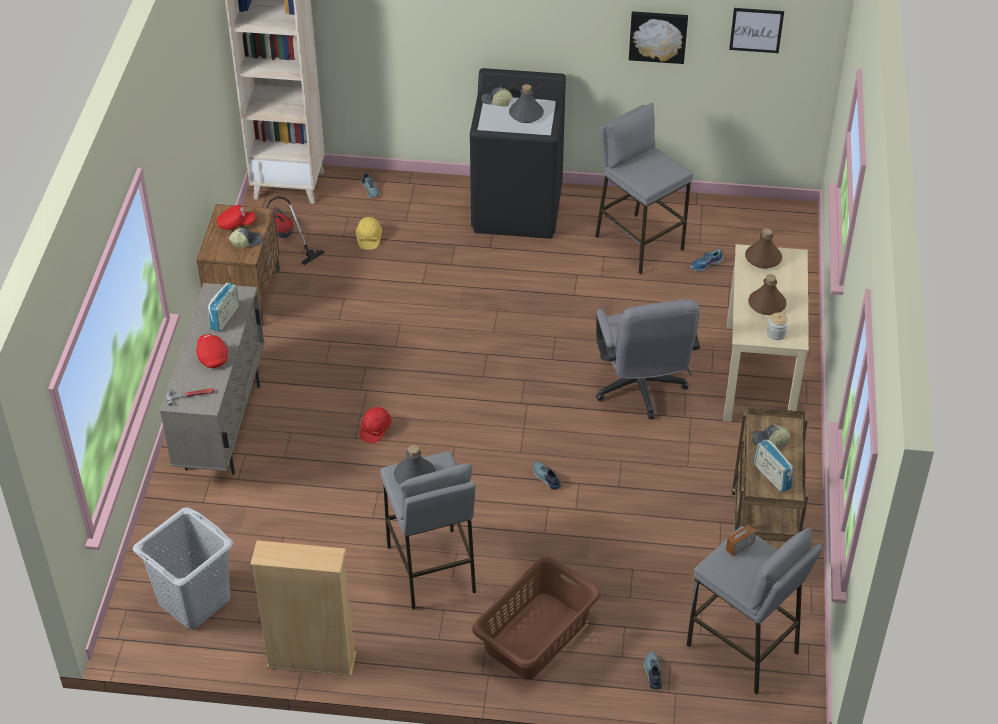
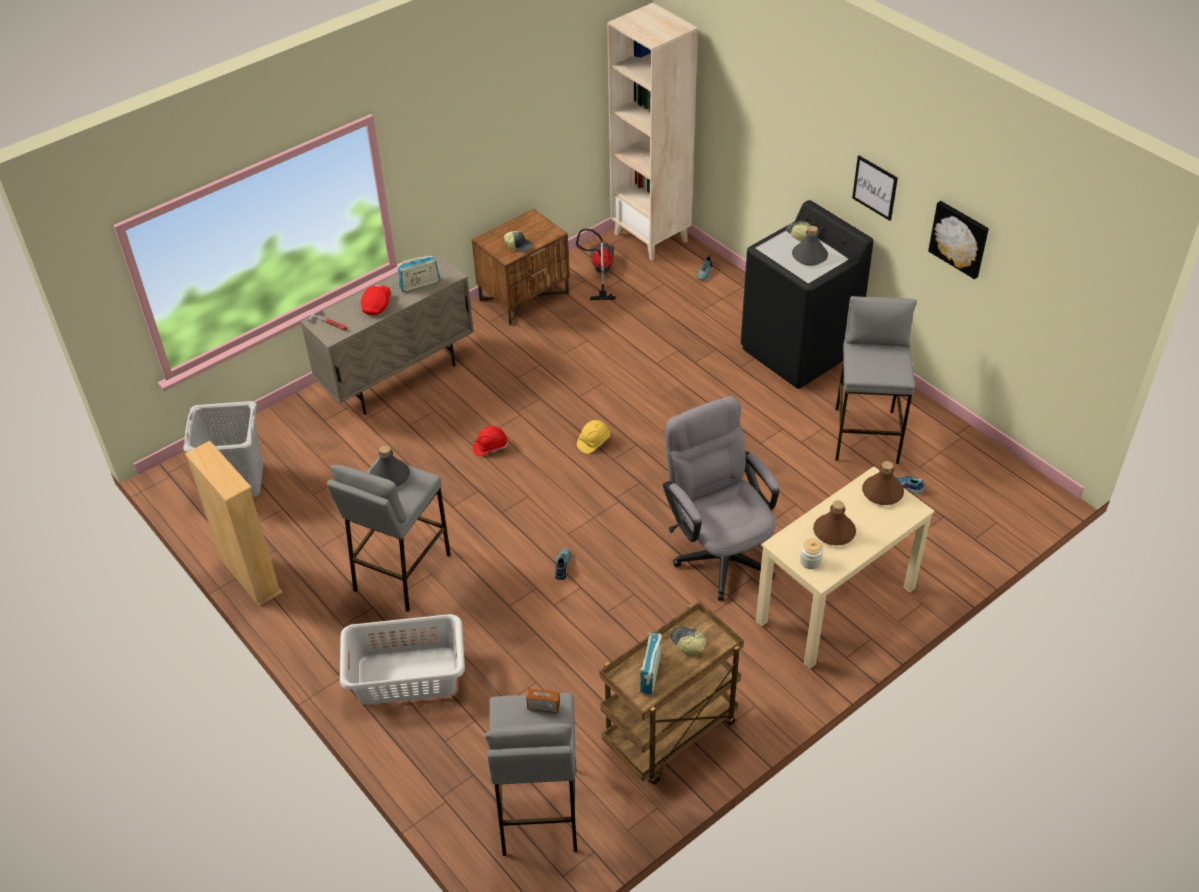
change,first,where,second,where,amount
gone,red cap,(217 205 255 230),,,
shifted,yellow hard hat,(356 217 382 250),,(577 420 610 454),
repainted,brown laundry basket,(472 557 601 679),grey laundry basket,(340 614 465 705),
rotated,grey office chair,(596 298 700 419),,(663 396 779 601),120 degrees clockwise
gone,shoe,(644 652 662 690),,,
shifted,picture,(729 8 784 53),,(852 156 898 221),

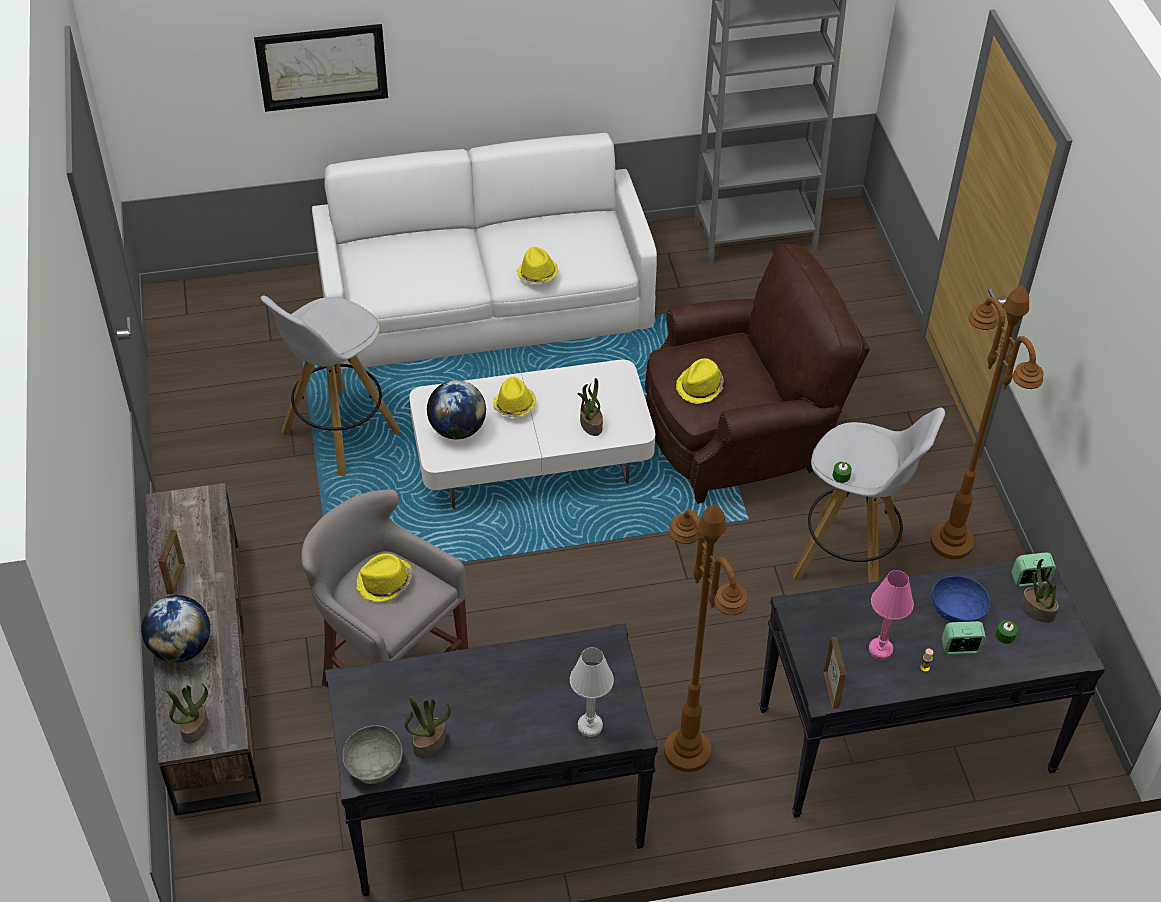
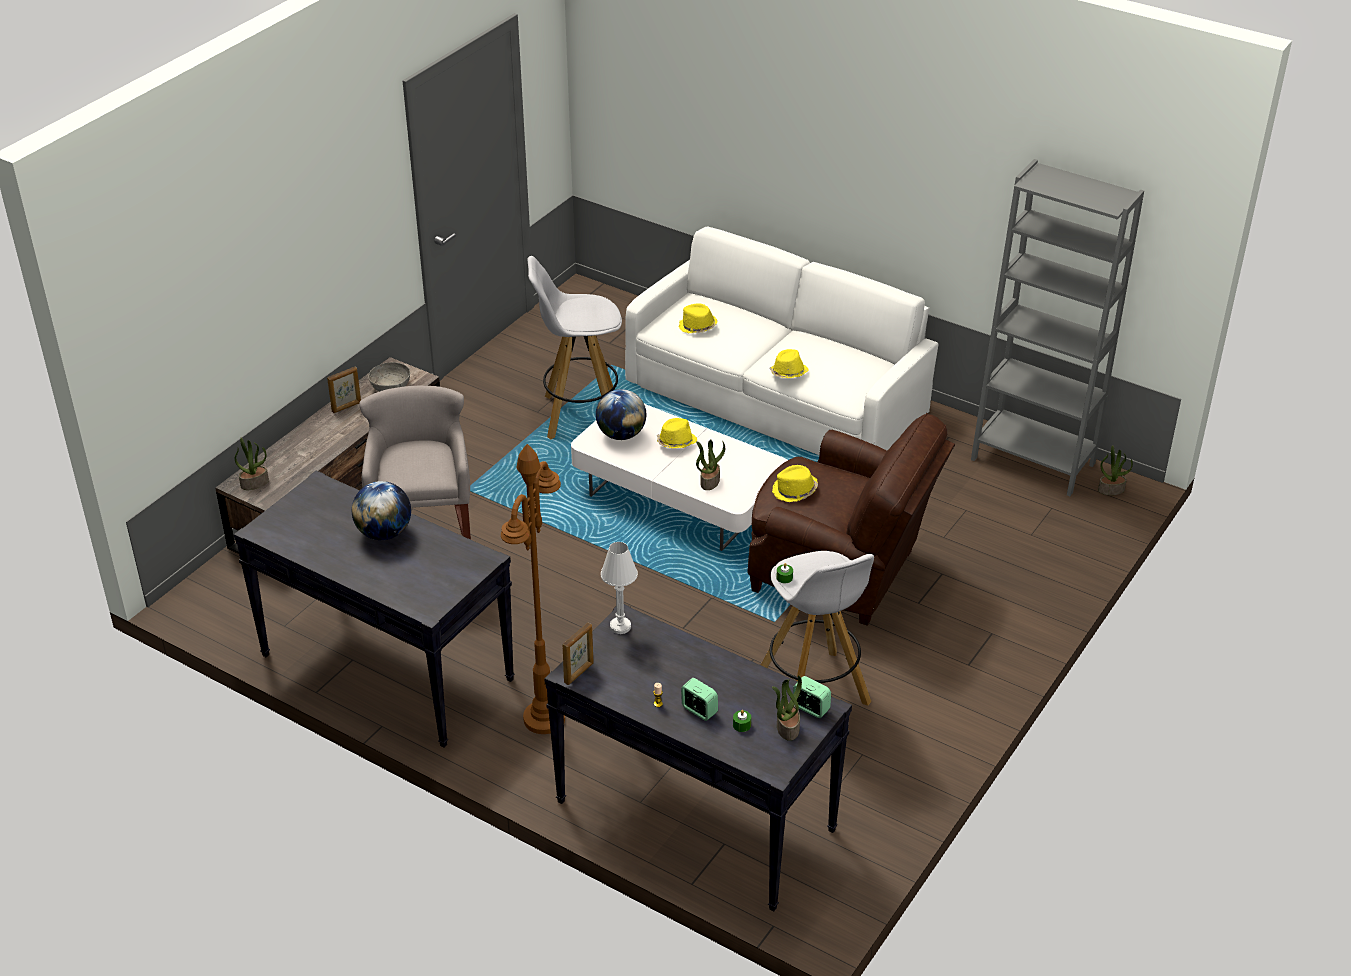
change,first,where,second,where,amount
shifted,globe,(142 595 210 663),,(352 481 411 540),
gone,picture,(254 24 388 112),,,
shifted,grey bowl,(343 725 403 784),,(368 362 410 391),
shifted,yellow hat,(356 554 412 602),,(679 304 718 333),
shifted,potted plant,(405 696 451 758),,(1098 445 1133 495),
shifted,white table lamp,(570 647 614 737),,(601 542 638 634),
gone,pink table lamp,(869 570 914 660),,,
gone,brown floor lamp,(930 285 1044 559),,,
gone,blue bowl,(932 576 990 622),,,

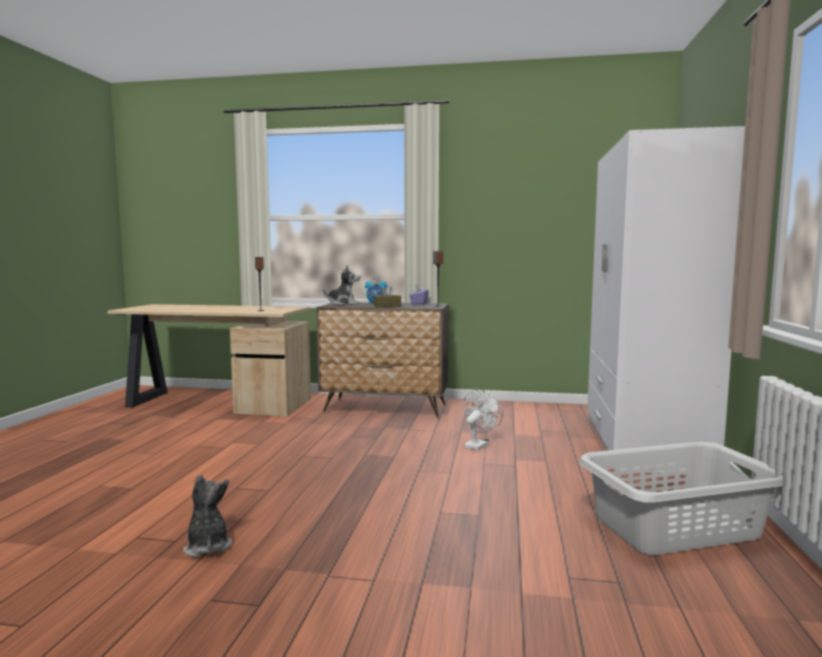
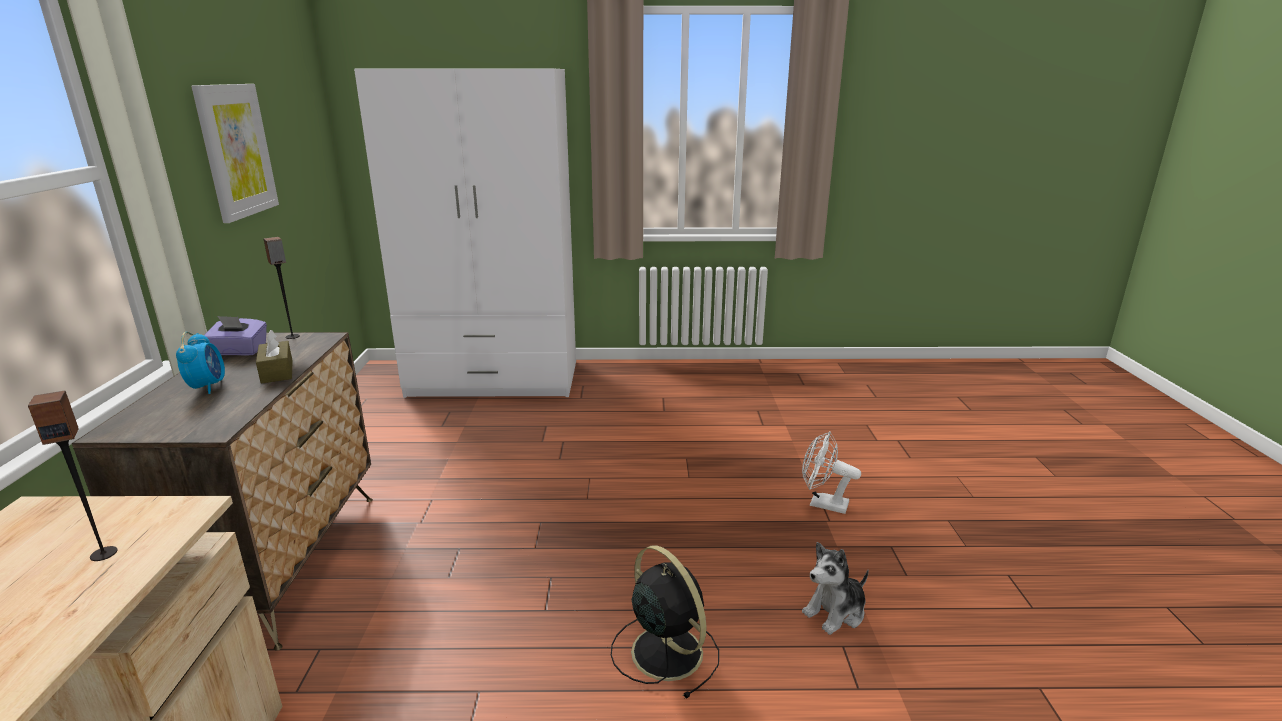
change,first,where,second,where,amount
gone,plush toy,(323 265 360 305),,,
shifted,white fan,(463 390 502 450),,(802 431 861 514),
gone,grey laundry basket,(579 442 784 555),,,
new,,,picture,(191 84 279 223),
new,,,black fan,(611 545 719 698),

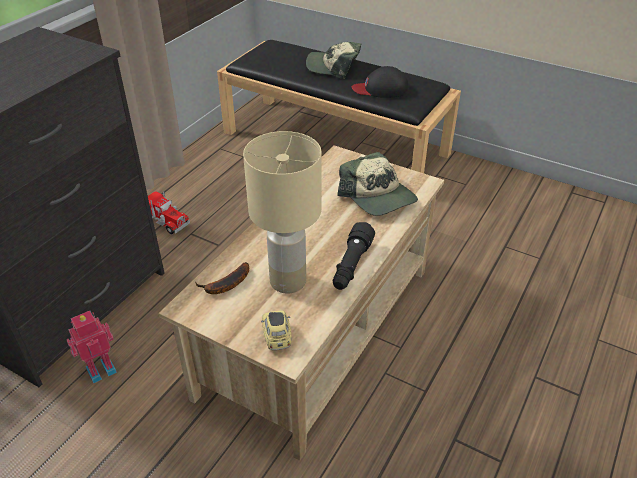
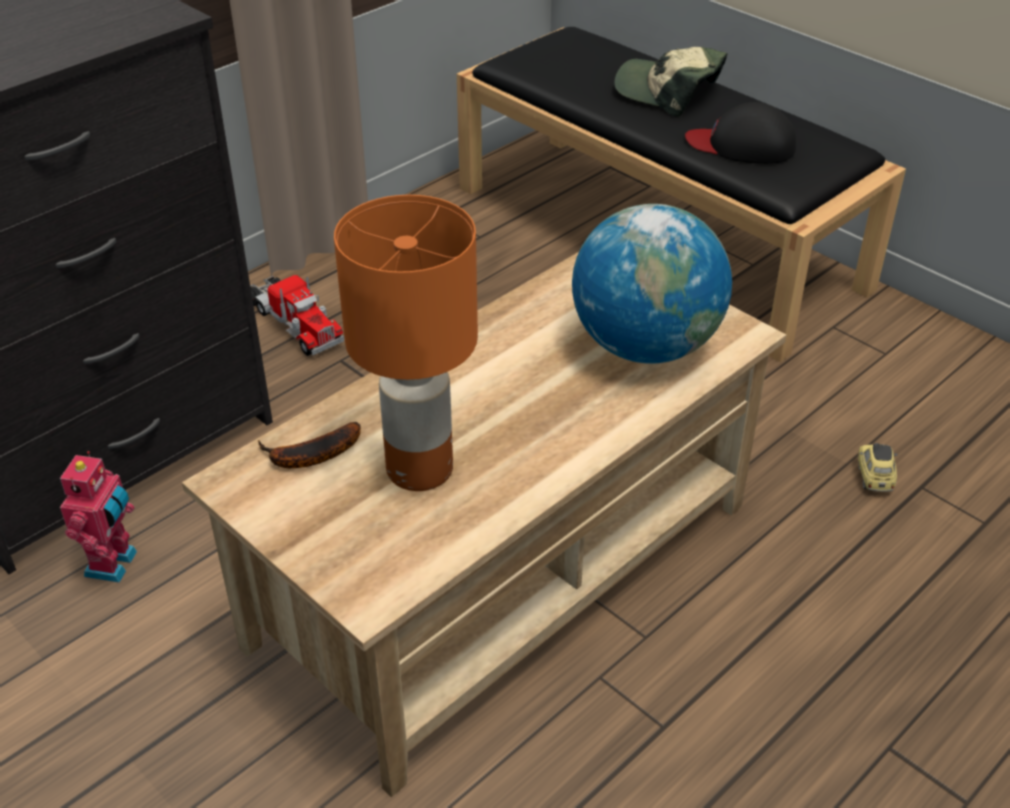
change,first,where,second,where,amount
rotated,toy robot,(67 311 117 384),,(60 451 137 583),120 degrees clockwise
repainted,beige table lamp,(243 131 322 294),orange table lamp,(334 195 478 491),
shifted,toy car,(261 311 292 350),,(858 443 898 492),
gone,black flashlight,(333 222 375 290),,,
swapped,cap,(337 152 418 216),globe,(572 204 732 364),

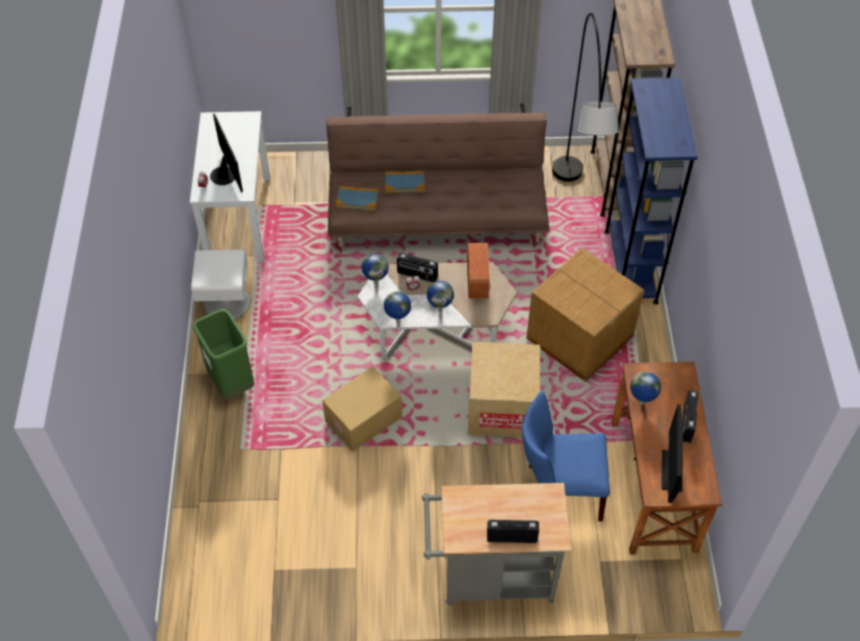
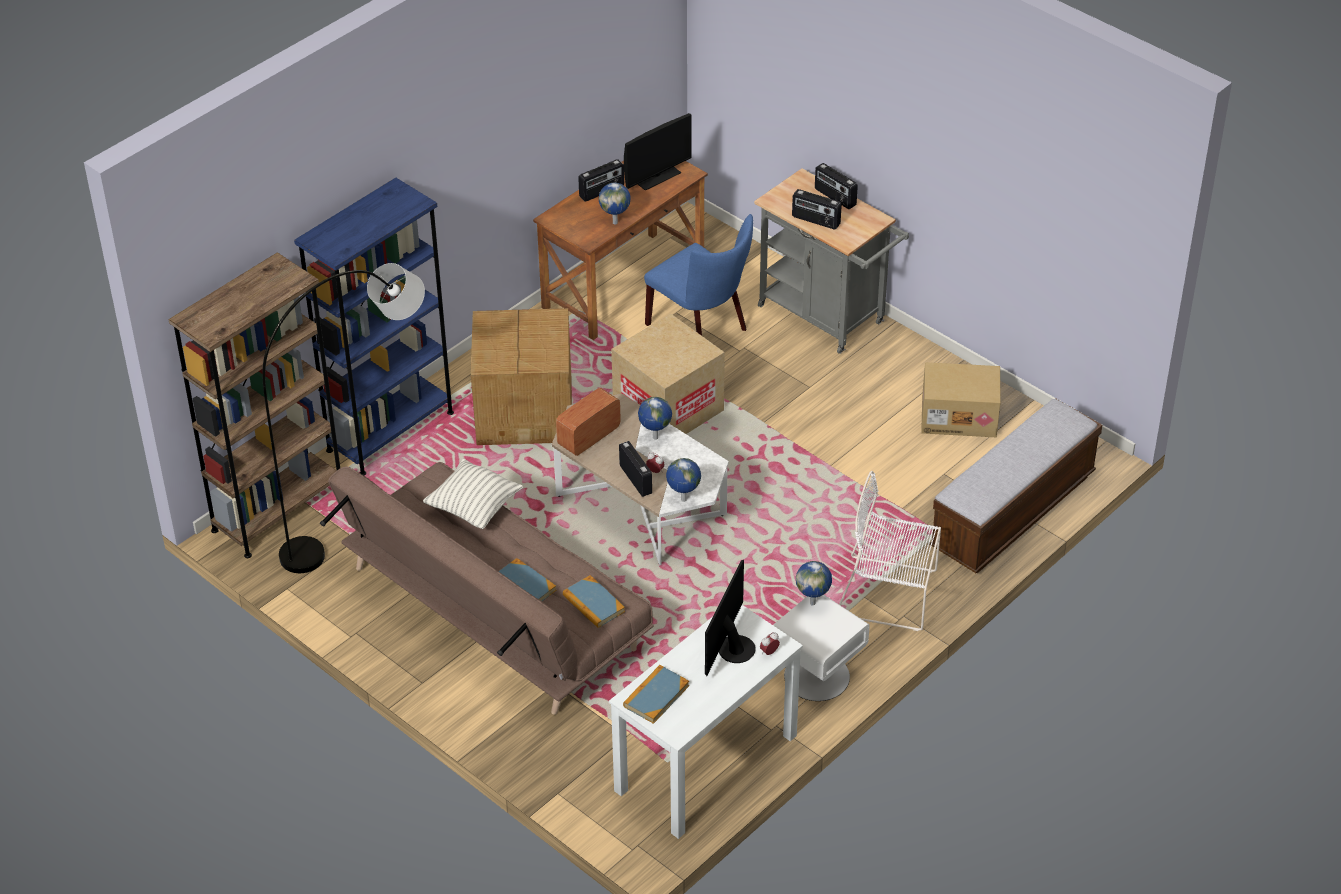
change,first,where,second,where,amount
swapped,green trash can,(193 309 254 399),white chair,(839 471 941 631),
shifted,cardboard box,(322 366 402 452),,(921 362 1001 437),
shifted,globe,(384 291 411 323),,(796 561 832 605),
new,,,pillow,(423 459 523 529),
new,,,book,(623 665 689 724),
new,,,radio,(792 189 842 230),
new,,,bench,(930 399 1102 573),

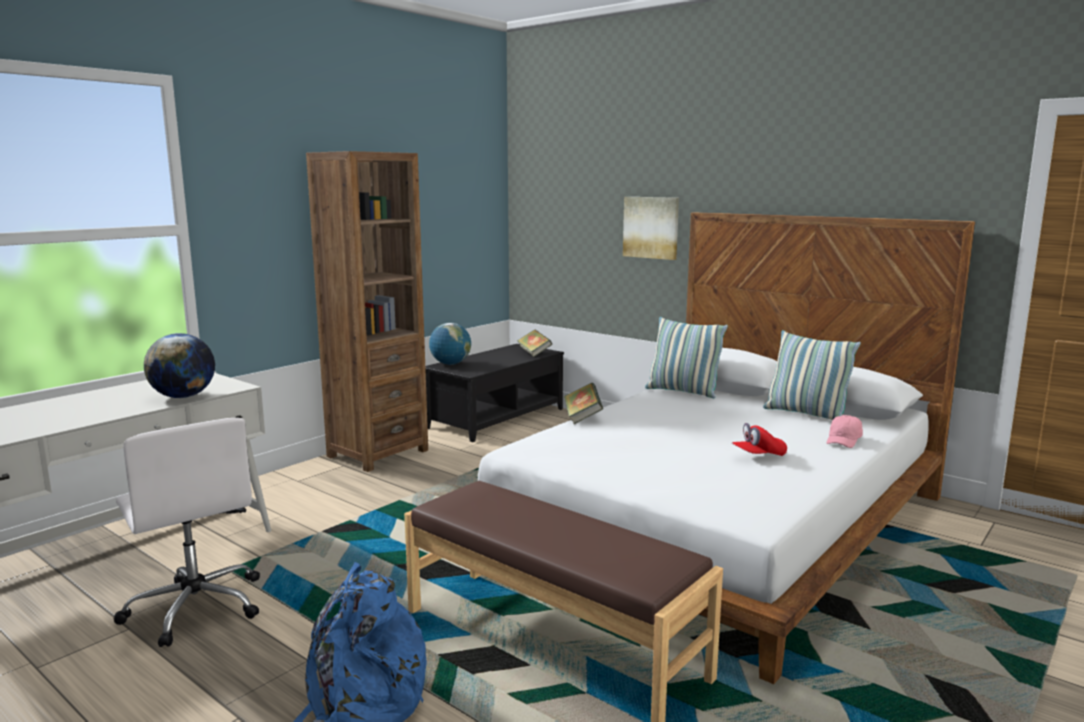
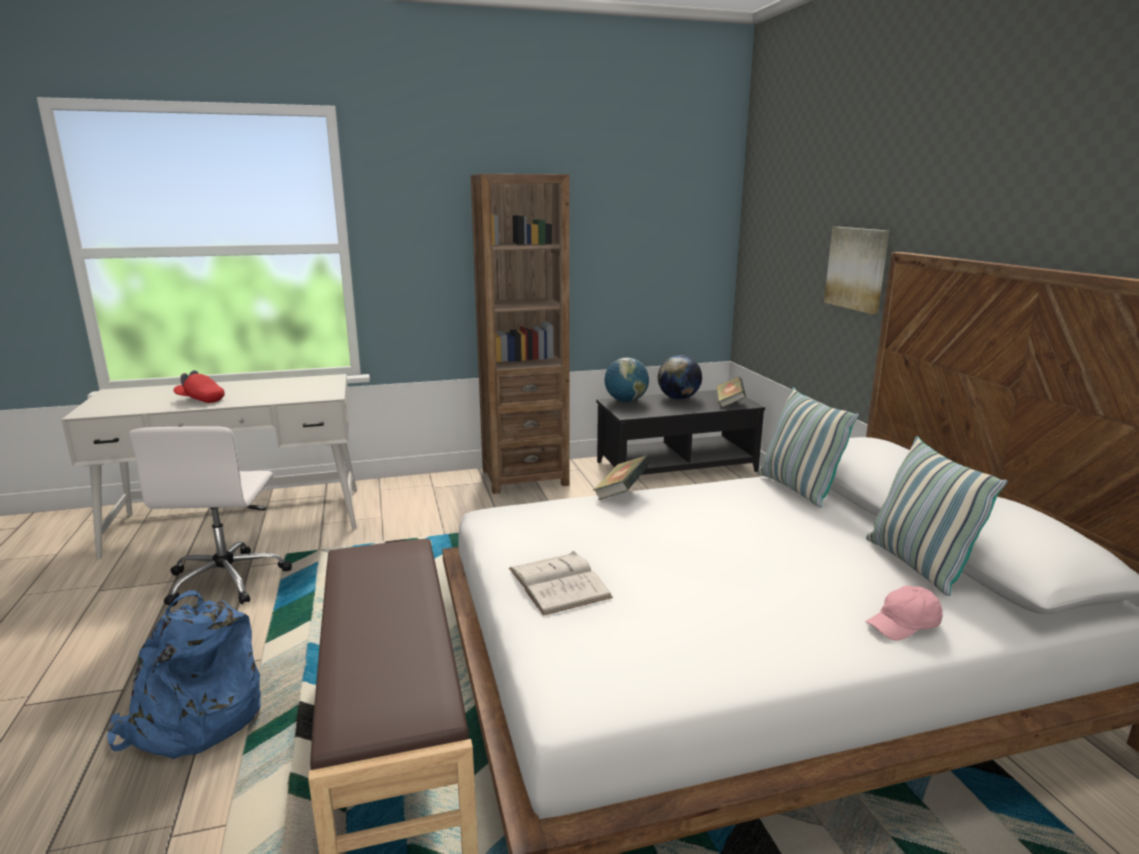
change,first,where,second,where,amount
shifted,globe,(144 333 215 398),,(658 355 702 399),
shifted,red cap,(732 423 787 456),,(173 370 225 403),
new,,,white book,(509 551 613 616),

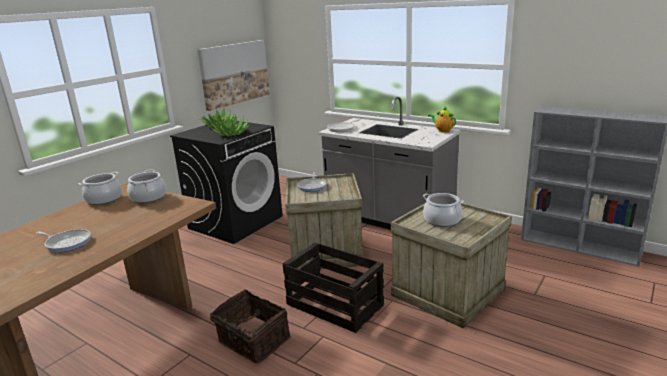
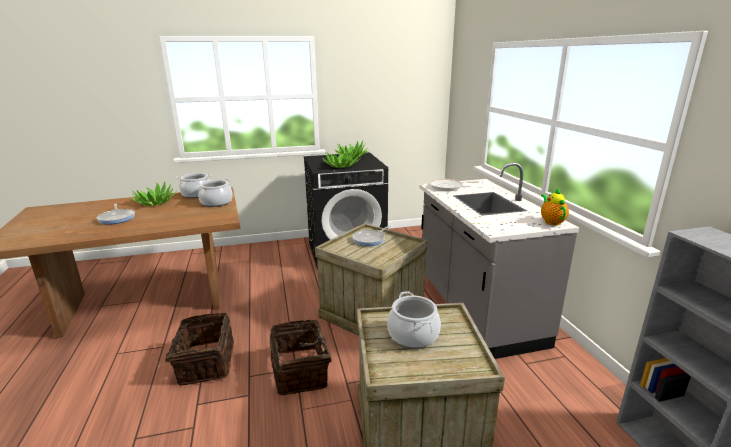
change,first,where,second,where,amount
gone,picture,(197 40 269 111),,,
swapped,crate,(283 242 384 333),basket,(270 320 333 395),
new,,,potted plant,(130 181 177 206),

